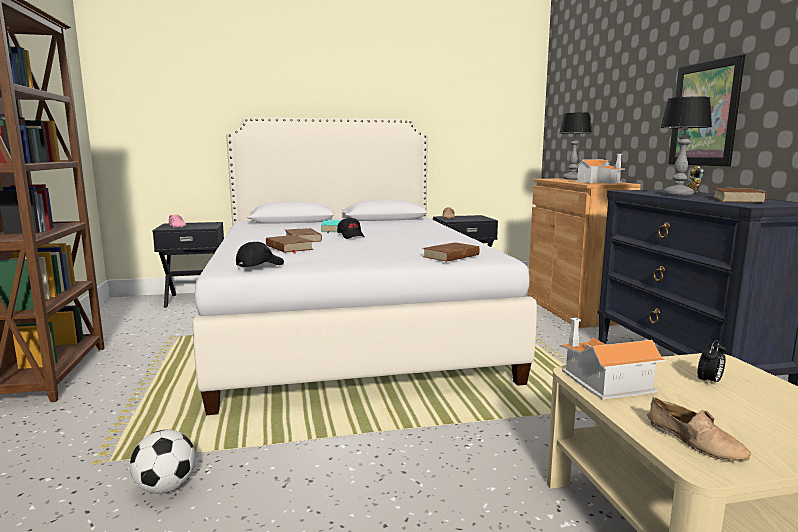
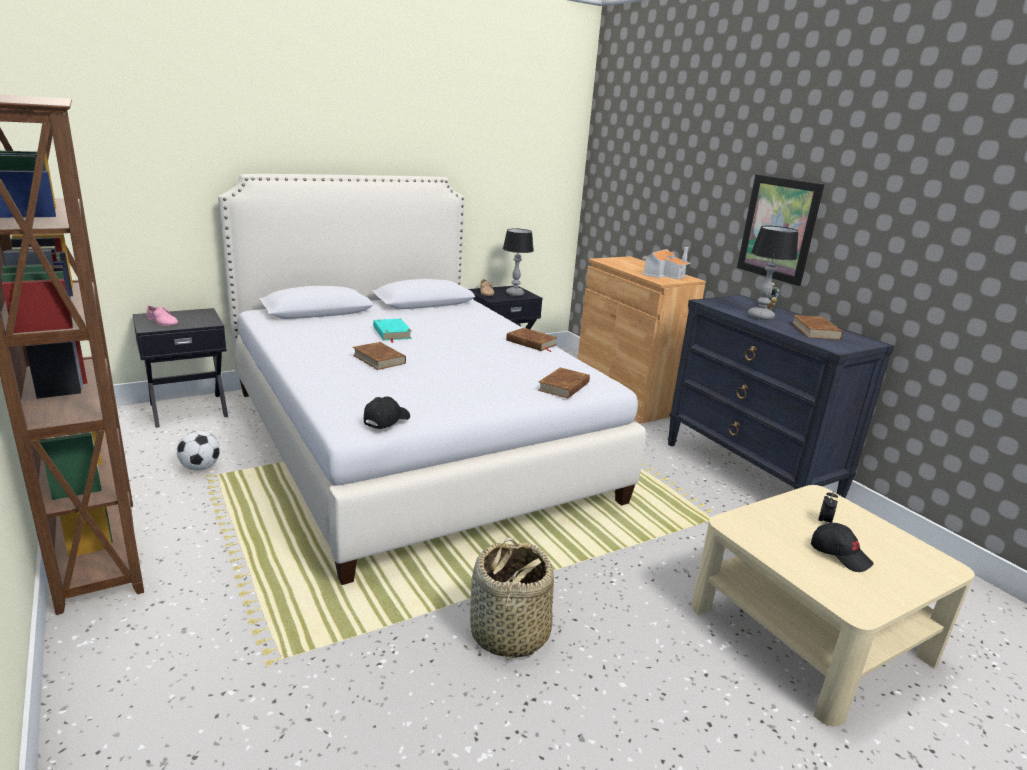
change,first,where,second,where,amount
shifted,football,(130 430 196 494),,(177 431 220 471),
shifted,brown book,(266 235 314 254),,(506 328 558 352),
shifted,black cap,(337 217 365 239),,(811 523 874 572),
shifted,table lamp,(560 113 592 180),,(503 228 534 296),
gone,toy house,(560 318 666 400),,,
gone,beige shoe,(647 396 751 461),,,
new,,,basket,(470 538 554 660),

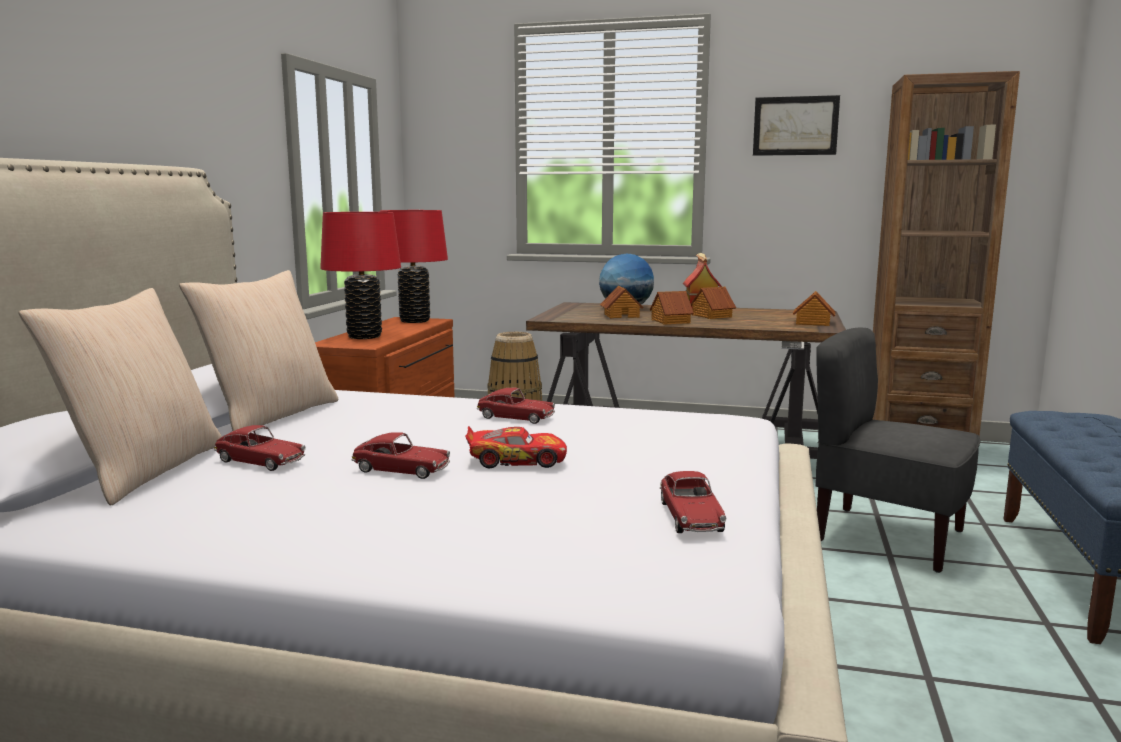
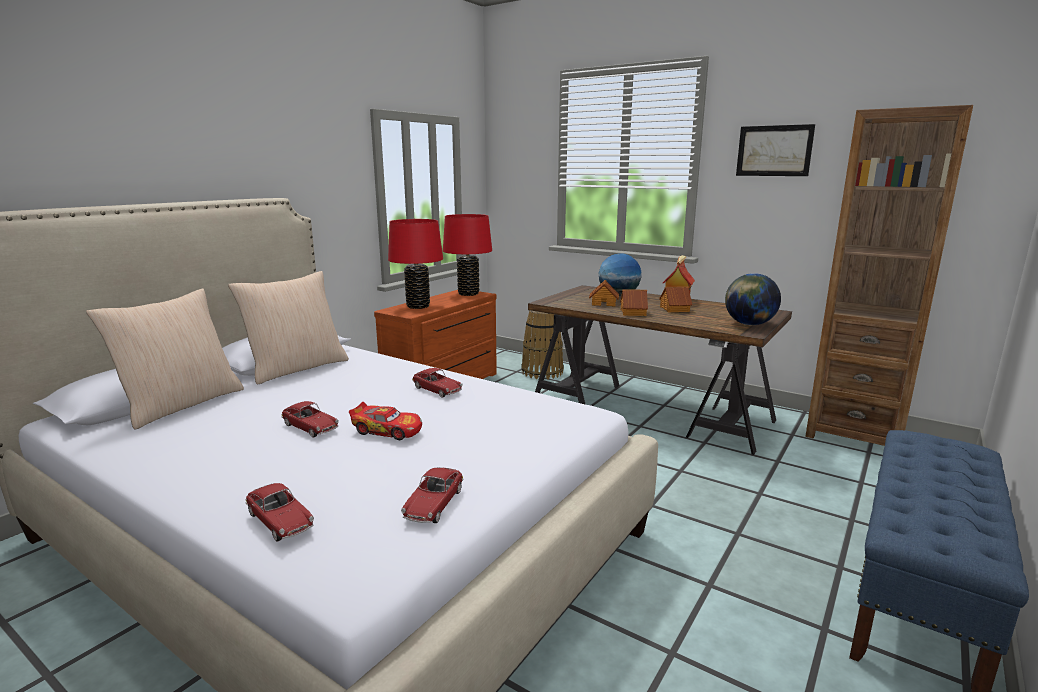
change,first,where,second,where,amount
shifted,toy car,(214 425 305 471),,(245 483 314 542),
swapped,toy house,(793 291 835 326),globe,(725 273 781 325),
gone,grey chair,(815 328 981 573),,,

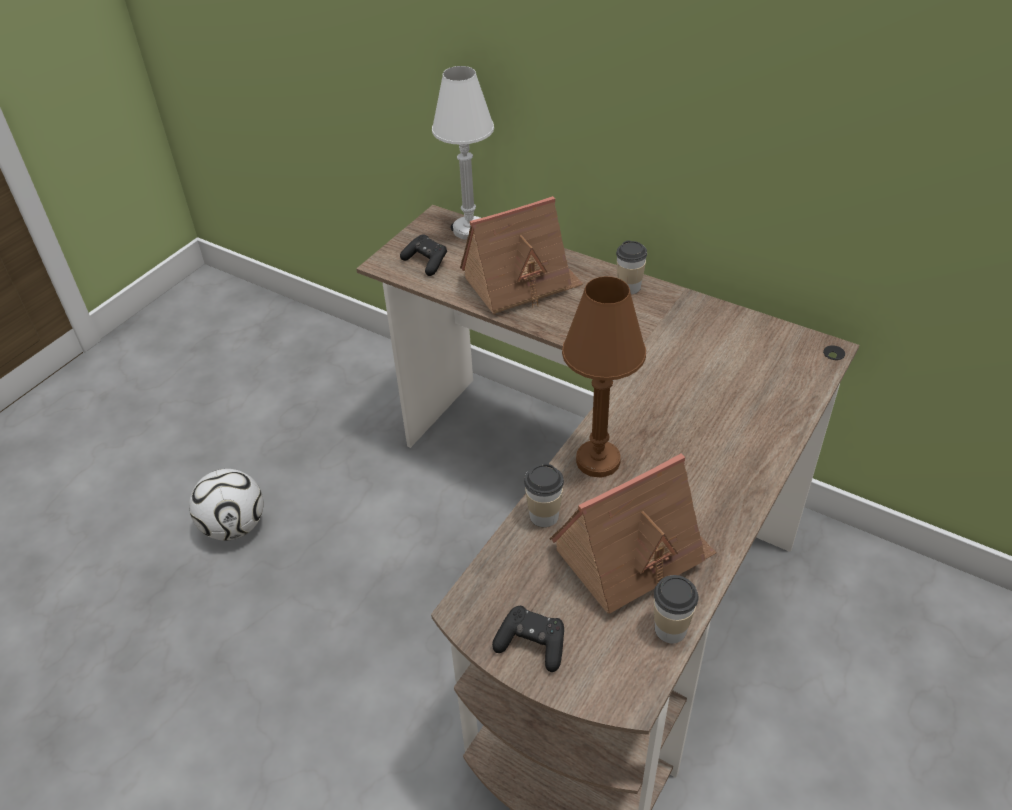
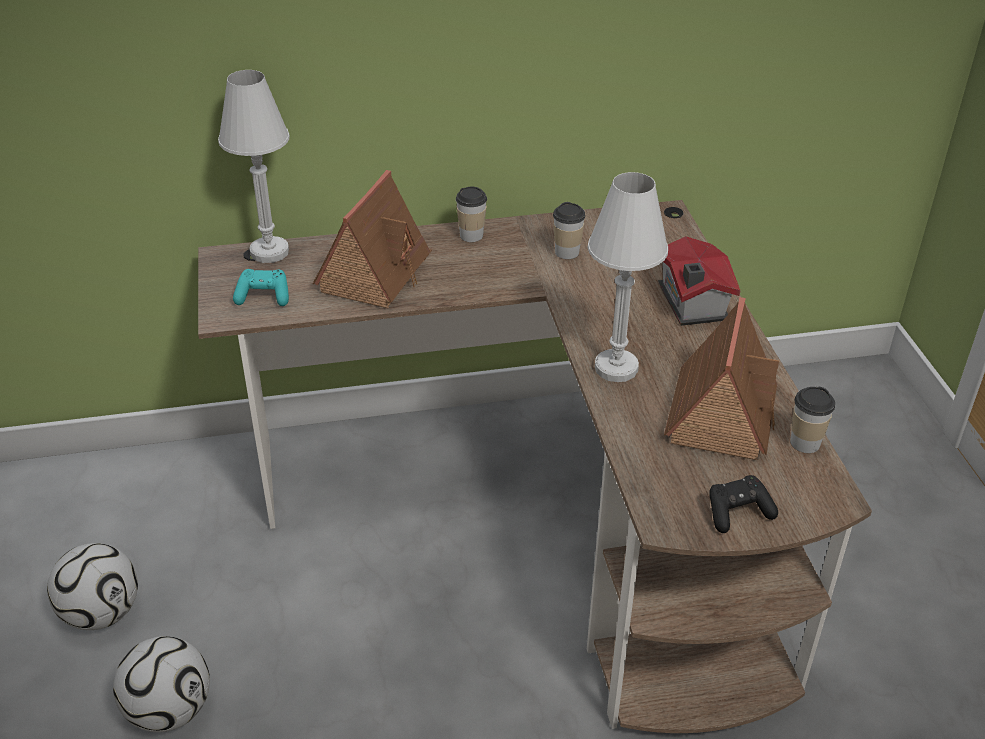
change,first,where,second,where,amount
repainted,black game controller,(400 234 447 276),turquoise game controller,(233 269 289 306),
shifted,cup,(524 464 564 527),,(553 202 585 259),
repainted,brown table lamp,(562 276 646 478),white table lamp,(588 172 668 382),
new,,,football,(47 543 138 630),
new,,,toy house,(658 236 740 326),

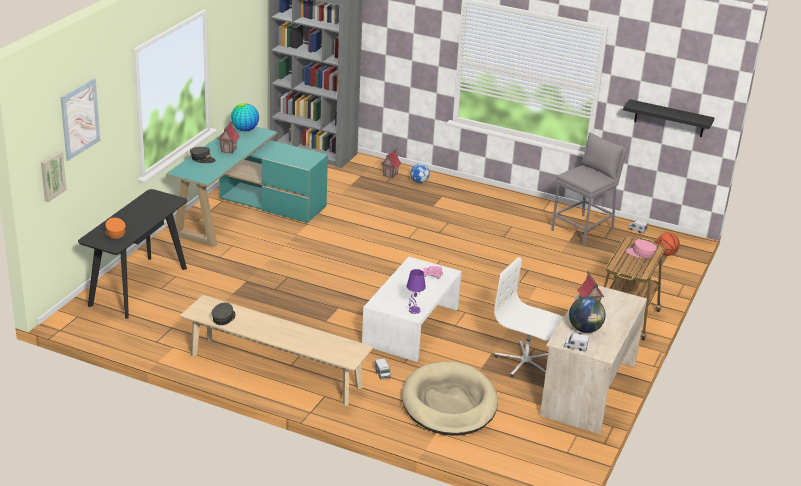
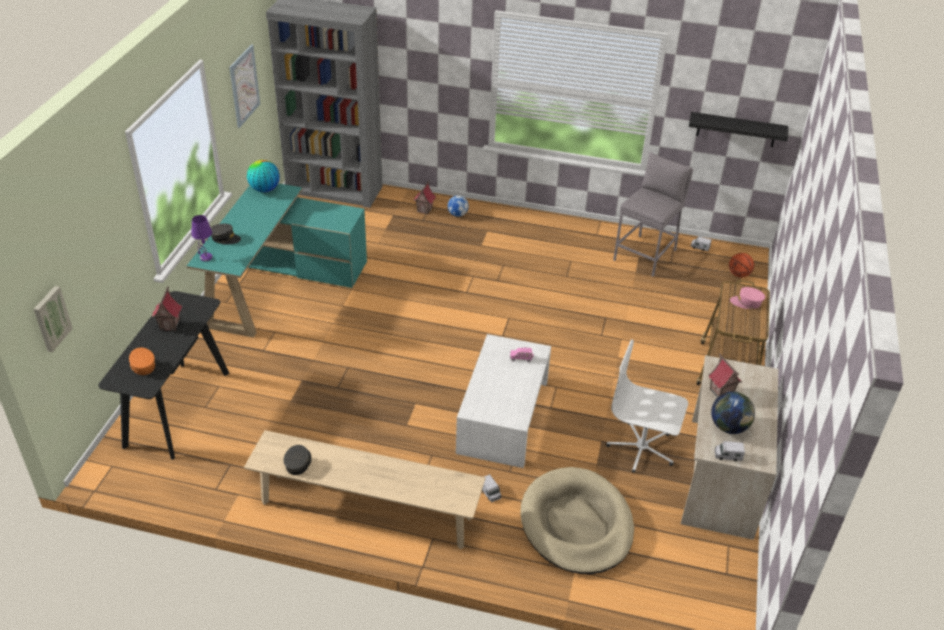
change,first,where,second,where,amount
shifted,picture,(61 79 100 161),,(229 44 260 128),
shifted,toy house,(217 120 240 154),,(152 287 182 331),
shifted,purple table lamp,(407 269 426 314),,(191 215 212 261),

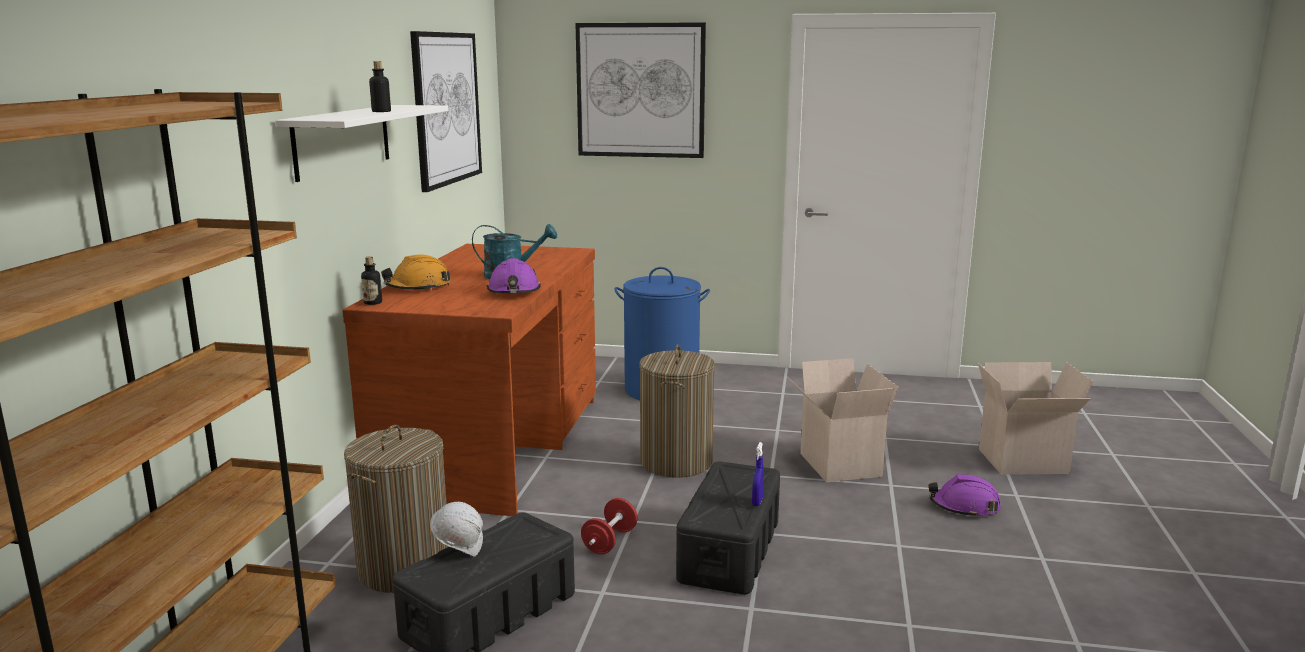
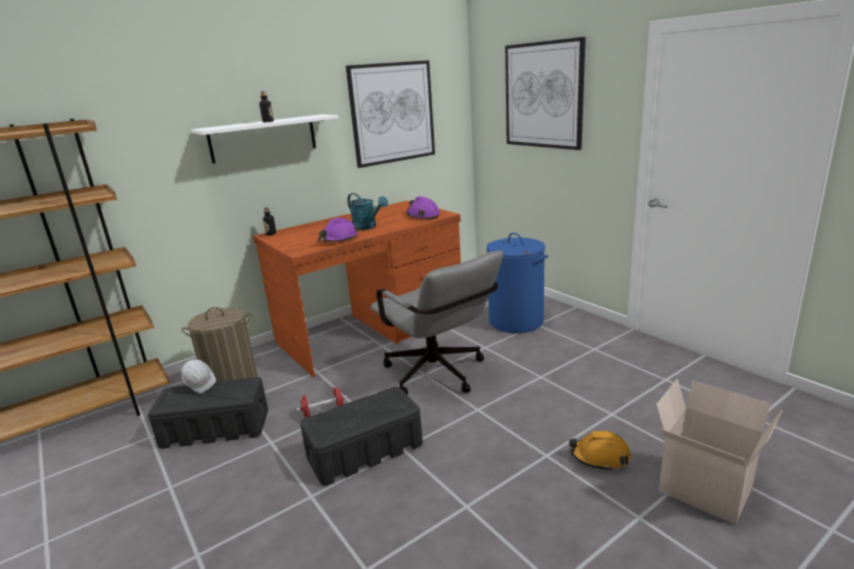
change,first,where,second,where,amount
shifted,orange hard hat,(381 255 451 290),,(569 431 631 471),
swapped,laundry basket,(639 344 715 478),grey office chair,(371 250 503 394),
gone,blue spray bottle,(752 442 764 506),,,
gone,cardboard box,(786 358 898 482),,,
shifted,purple hard hat,(928 474 1001 518),,(406 196 440 220),

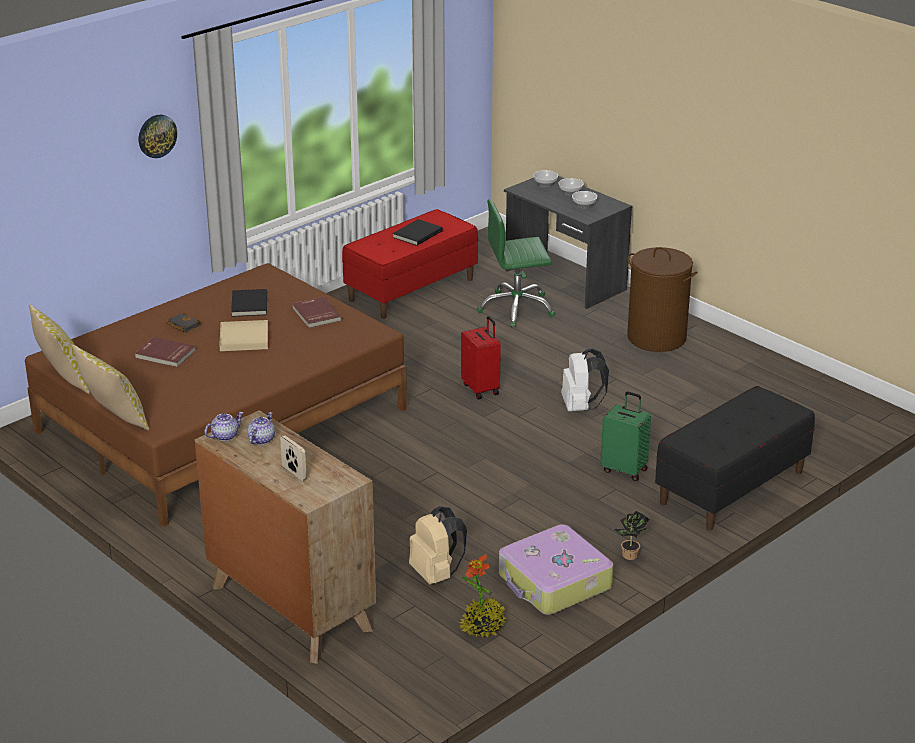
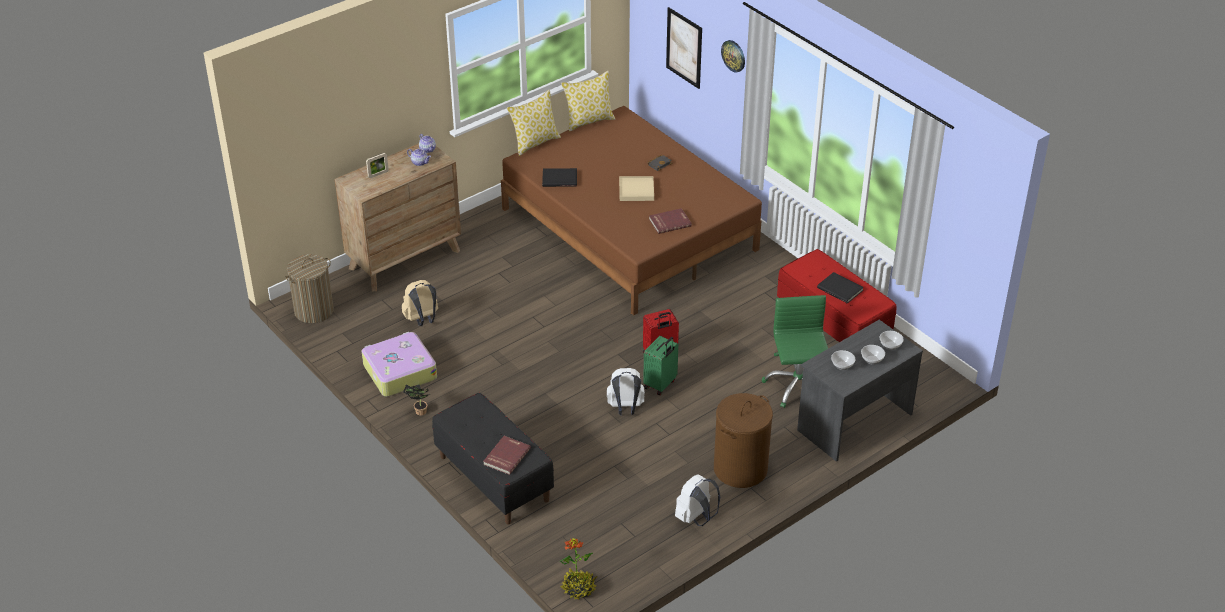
change,first,where,second,where,amount
shifted,red book,(135 337 196 367),,(483 436 531 475),
shifted,black book,(231 289 267 317),,(542 168 577 187),
shifted,potted plant,(459 553 506 638),,(560 538 598 600),
shifted,green suitcase,(600 392 651 481),,(643 336 678 396),
new,,,laundry basket,(285 254 334 323),
new,,,picture,(666 7 702 89),
new,,,white backpack,(675 474 720 526),

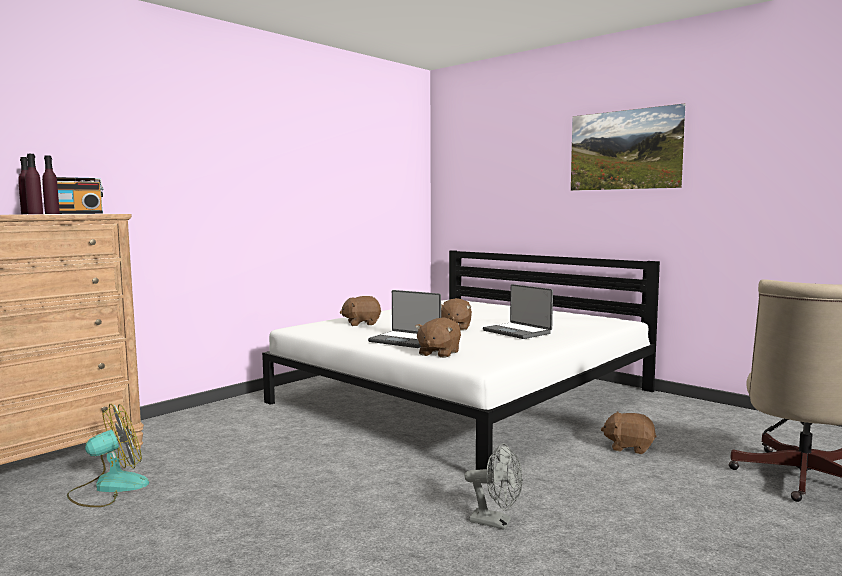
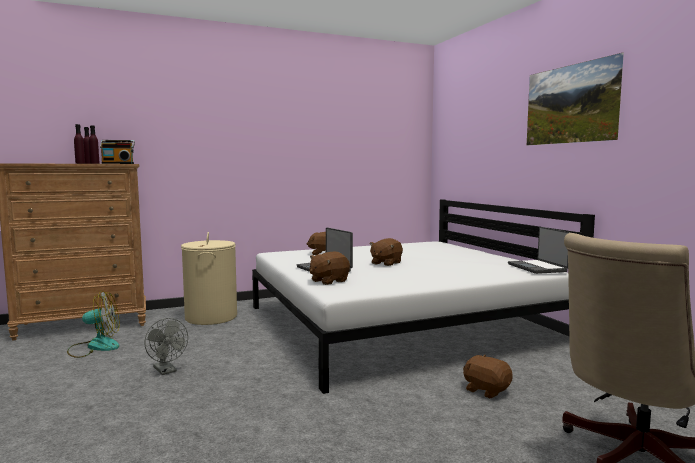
change,first,where,second,where,amount
shifted,grey fan,(464 443 523 530),,(144 318 188 375),
shifted,laptop,(483 284 553 339),,(508 227 571 274),
new,,,beige laundry basket,(181 232 237 325),

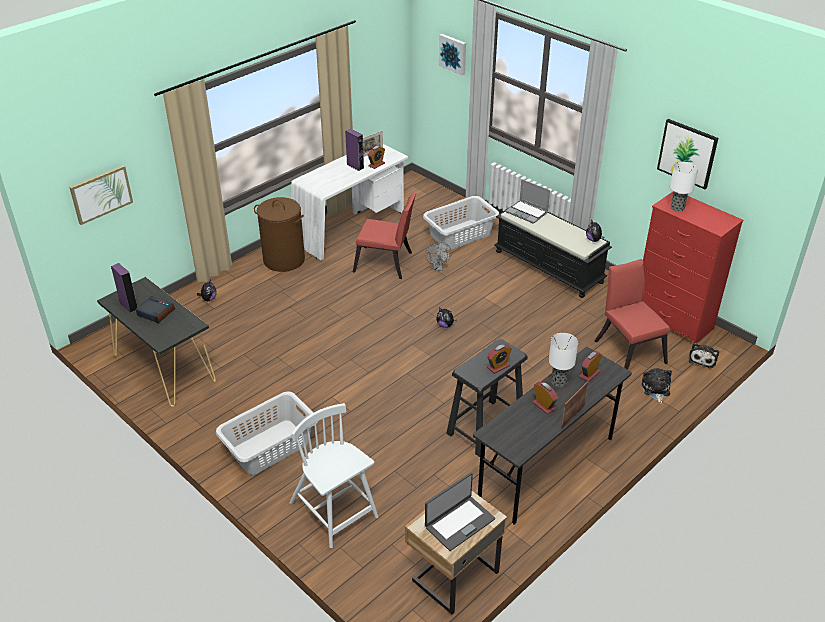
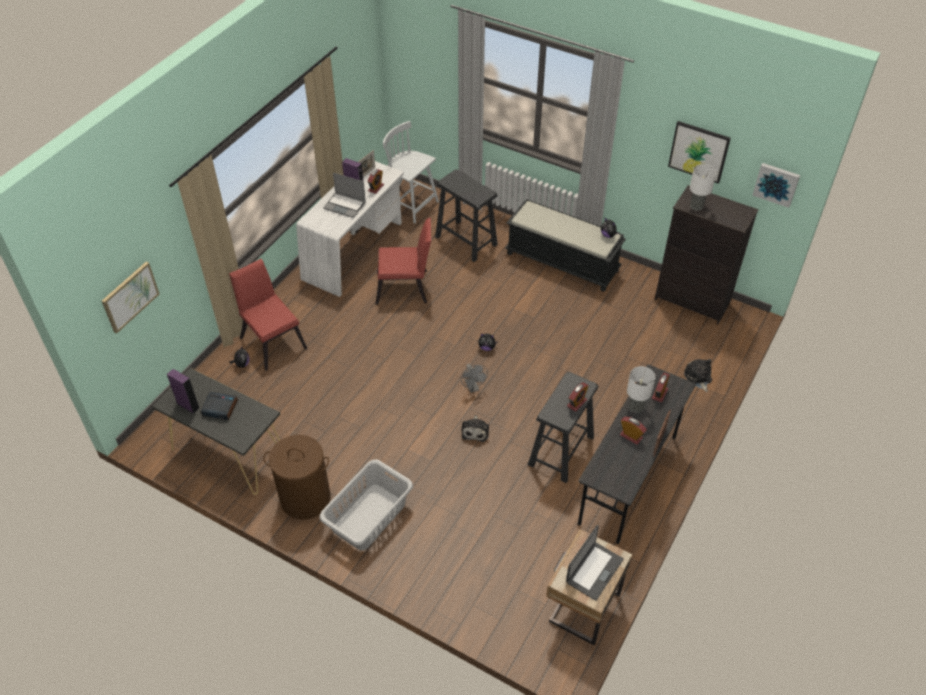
change,first,where,second,where,amount
shifted,brown laundry basket,(254 197 305 272),,(263 435 331 520),
shifted,white chair,(290 403 378 548),,(383 121 439 224),
swapped,grey laundry basket,(423 196 499 250),black stool,(435 170 498 262),
shifted,grey fan,(425 241 452 271),,(461 364 488 393),
shifted,picture,(439 34 466 75),,(752 163 800 208),
shifted,laptop,(506 179 550 224),,(323 173 366 218),
shifted,red chair,(594 259 670 370),,(229 259 307 371),
repainted,red dresser,(643 192 743 344),black dresser,(655 185 759 324),
shifted,plush toy,(689 343 719 368),,(461 415 489 442),

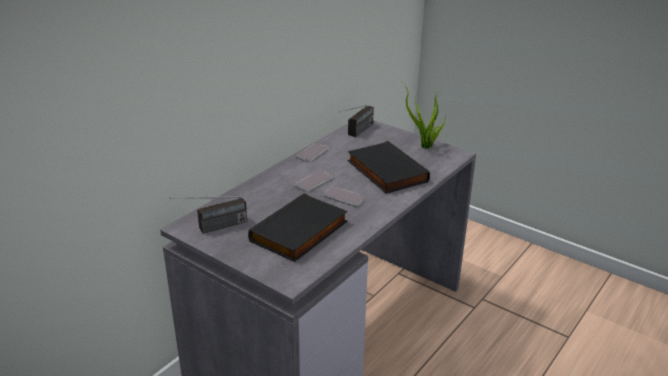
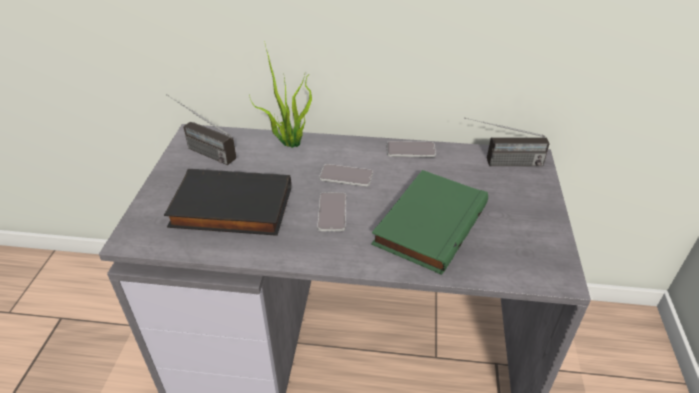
change,first,where,second,where,amount
repainted,black book,(348 141 430 194),green book,(371 170 488 275),
shifted,potted plant,(403 83 447 149),,(249 41 312 148),

